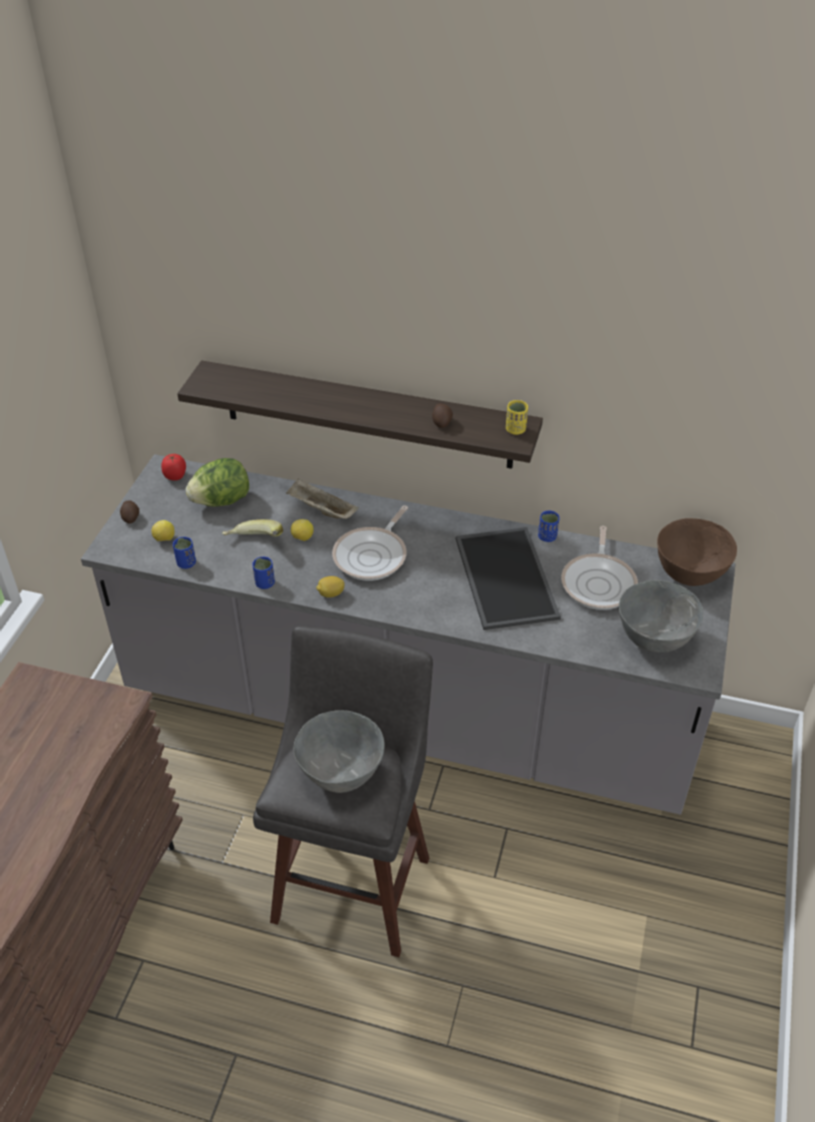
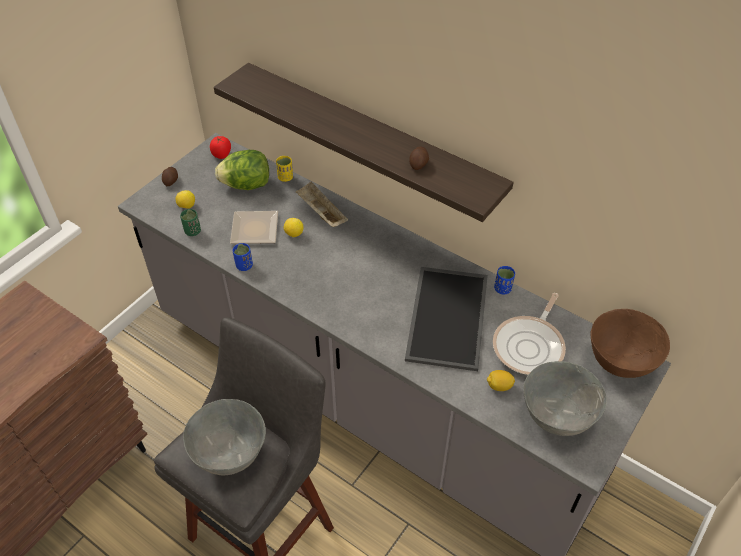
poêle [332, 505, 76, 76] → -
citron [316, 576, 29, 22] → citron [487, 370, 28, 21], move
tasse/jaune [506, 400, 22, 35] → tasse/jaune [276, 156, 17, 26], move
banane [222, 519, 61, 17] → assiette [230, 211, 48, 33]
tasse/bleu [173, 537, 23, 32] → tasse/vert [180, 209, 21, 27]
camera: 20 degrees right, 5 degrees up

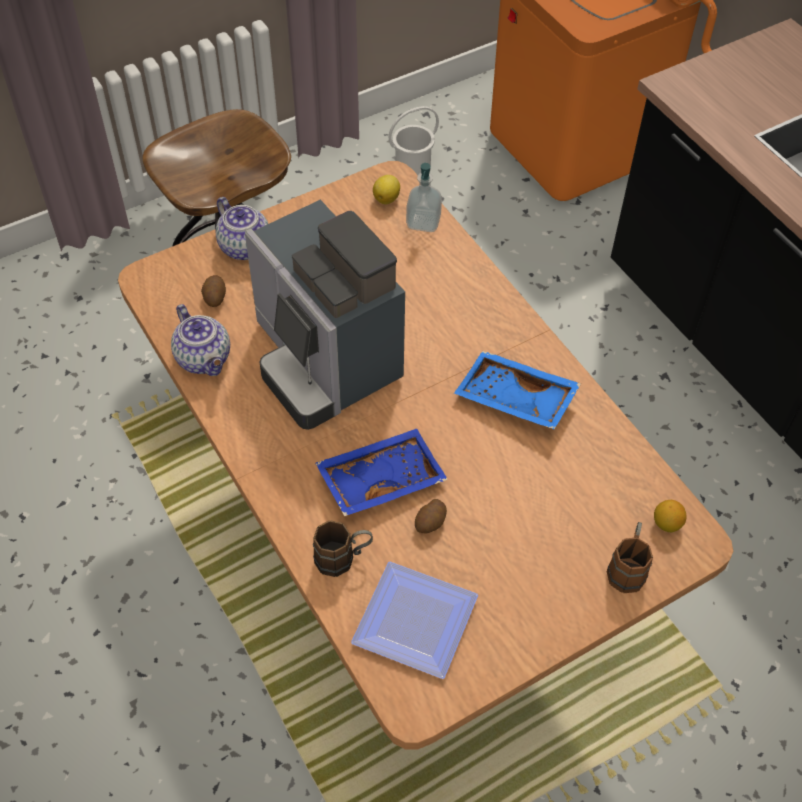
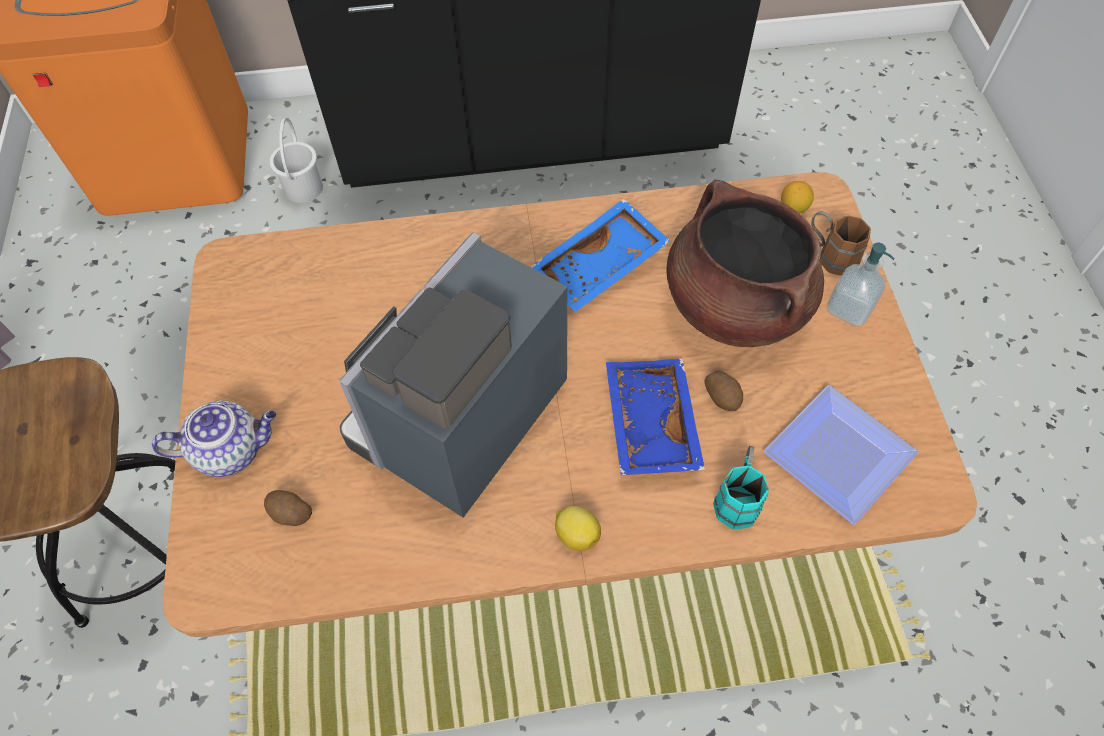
théière [171, 304, 59, 72] → -
- → marmite/marron [666, 179, 158, 168]
citron [373, 175, 27, 29] → citron [555, 506, 46, 45], move
seau/blanc [389, 106, 50, 69] → seau/blanc [270, 118, 53, 85], move
distributeur de savon [406, 163, 36, 69] → distributeur de savon [827, 243, 68, 83], move
mug/marron [313, 520, 60, 57] → mug/turquoise [713, 446, 56, 84]
machine à café [245, 199, 160, 231] → machine à café [339, 232, 229, 286], 135 degrees clockwise
camera: 65 degrees left, 5 degrees up

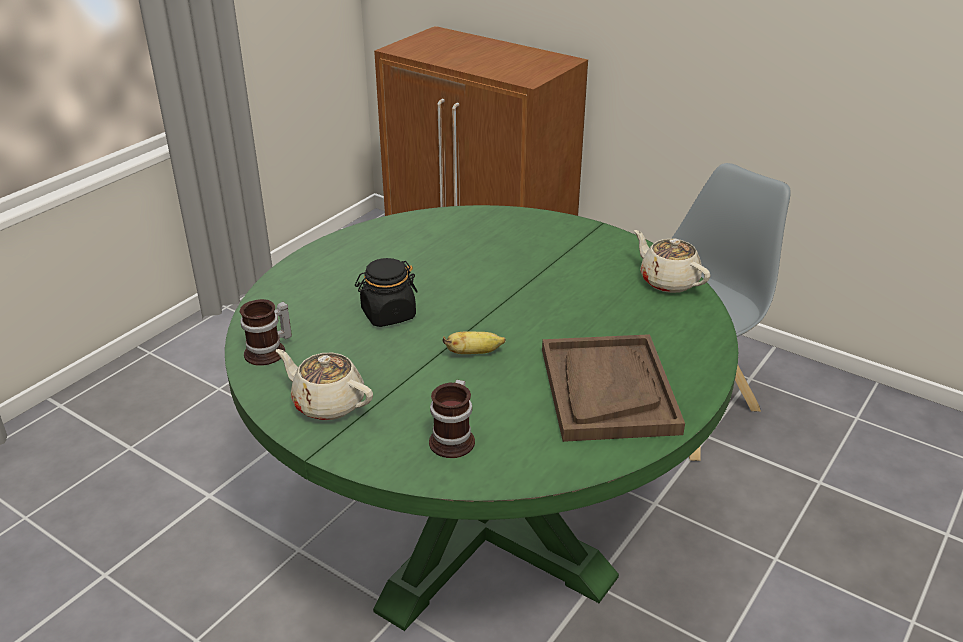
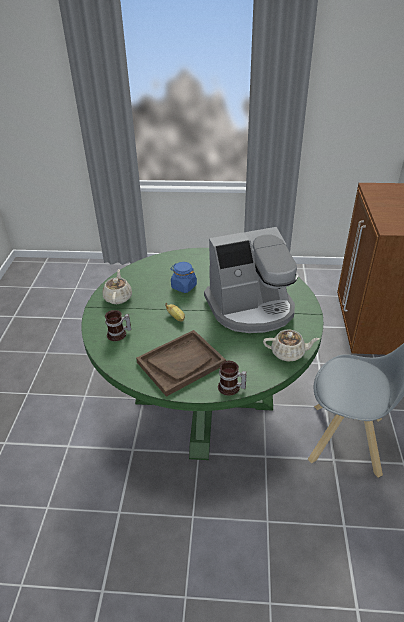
- → machine à café [204, 227, 94, 106]
mug [240, 299, 52, 67] → mug [218, 360, 29, 36], move
bocal/noir [355, 258, 63, 69] → bocal/bleu [171, 262, 26, 31]
théière/beige [634, 230, 76, 63] → théière/beige [263, 329, 57, 33], 75 degrees clockwise
camera: 60 degrees right, 5 degrees up

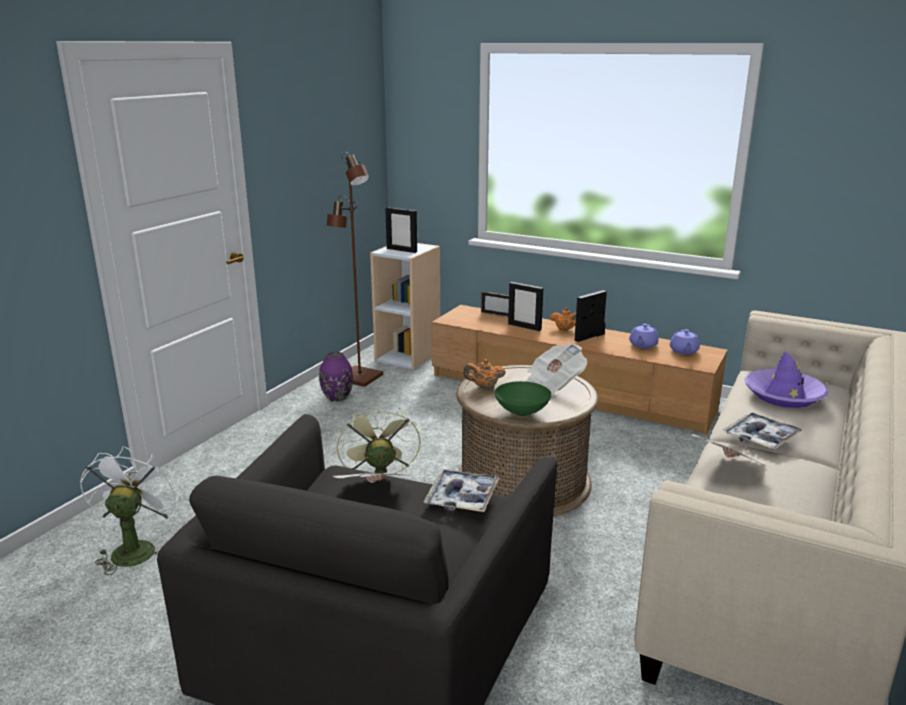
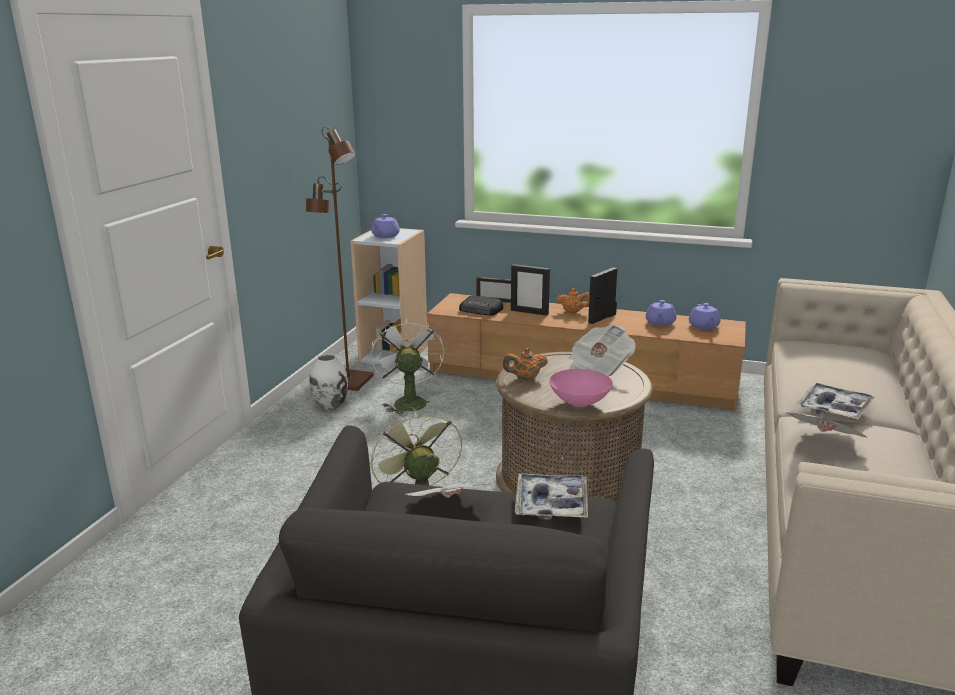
chapeau/violet [745, 351, 84, 57] → -
- → radio [459, 295, 44, 21]
ventilateur/blanc [80, 446, 100, 129] → ventilateur/blanc [371, 317, 73, 99], move
cadre photo [385, 207, 32, 46] → théière/violet [371, 214, 29, 24]
vase/violet [319, 352, 34, 50] → vase/blanc [309, 354, 39, 56]
bol/vert [494, 381, 58, 35] → bol/rose [549, 369, 64, 38]
camera: 10 degrees left, 0 degrees up

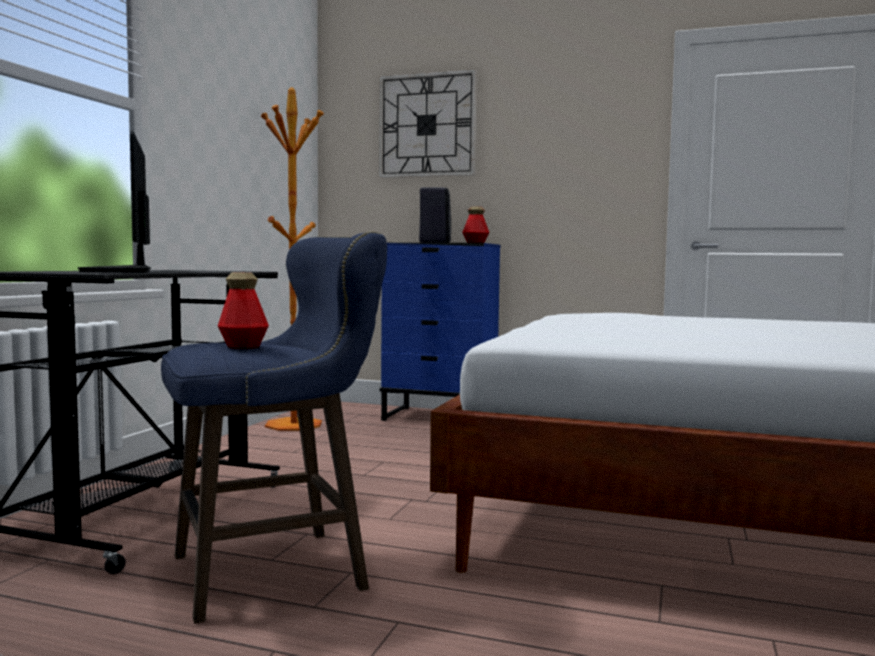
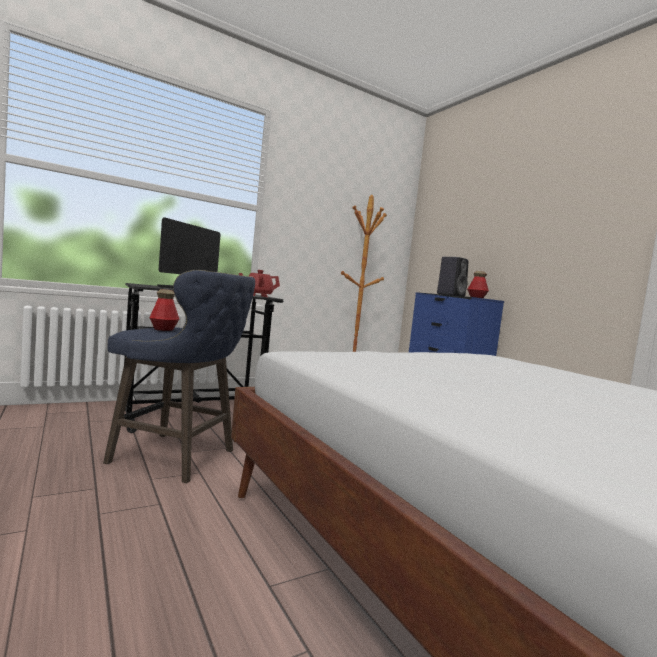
horloge murale [379, 69, 98, 109] → -
- → théière/rouge [239, 270, 41, 27]
camera: 40 degrees right, 0 degrees up

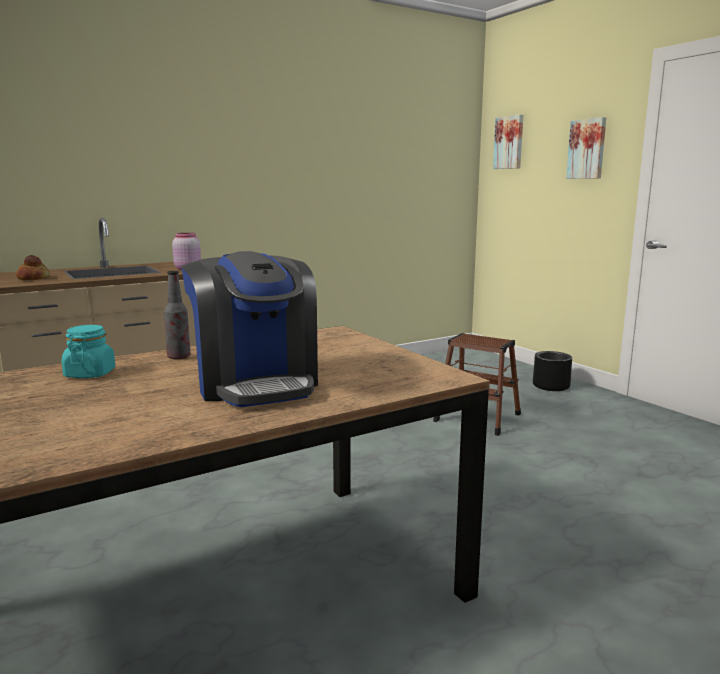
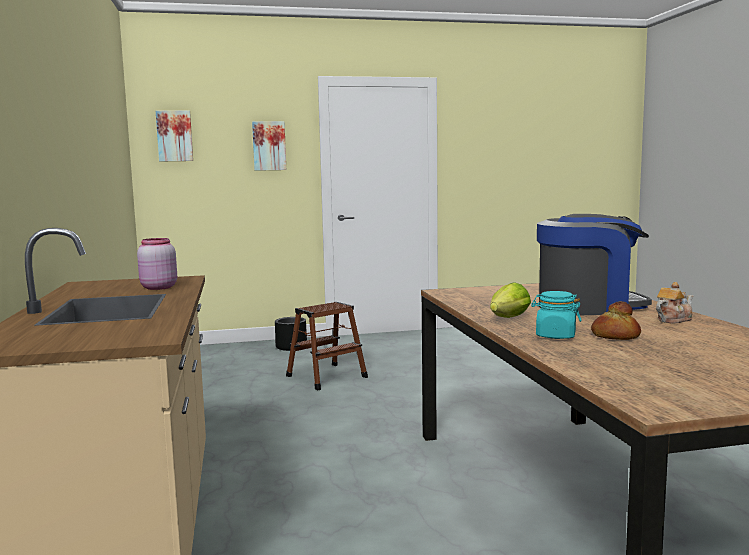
- → théière [656, 282, 37, 41]
pain [16, 255, 34, 25] → pain [591, 301, 50, 39], move
bouteille [164, 271, 27, 88] → laitue [490, 283, 41, 35]
camera: 70 degrees left, 5 degrees down

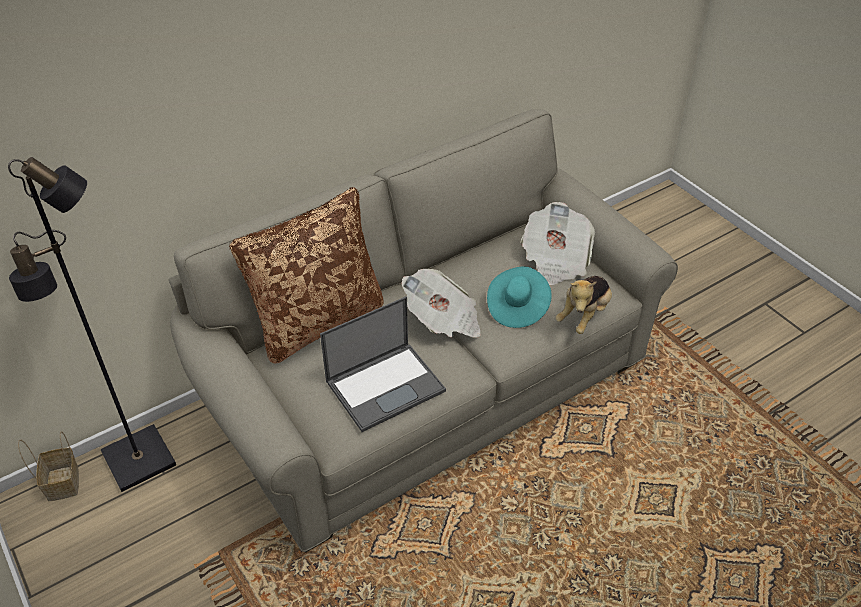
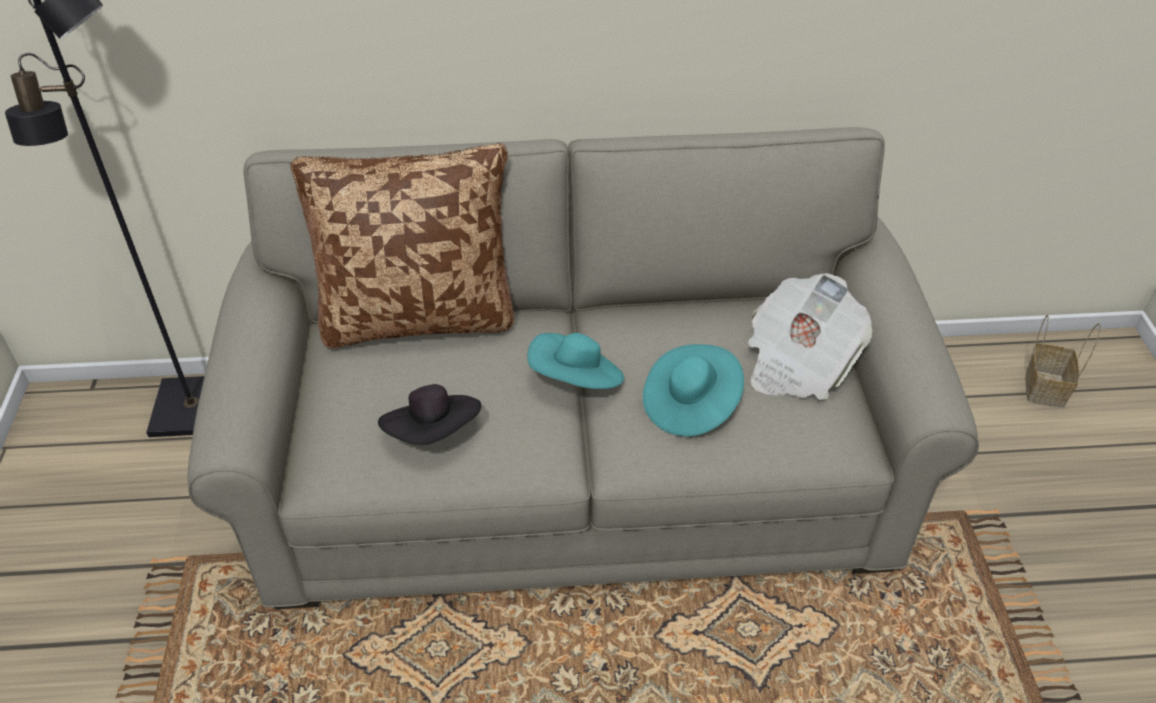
peluche [555, 276, 57, 58] → -
panier [18, 431, 61, 70] → panier [1025, 314, 76, 94], move
ordinateur portable [320, 296, 126, 136] → chapeau/noir [378, 384, 104, 61]
journal [402, 269, 79, 69] → chapeau/turquoise [527, 333, 97, 56]
camera: 30 degrees right, 0 degrees up

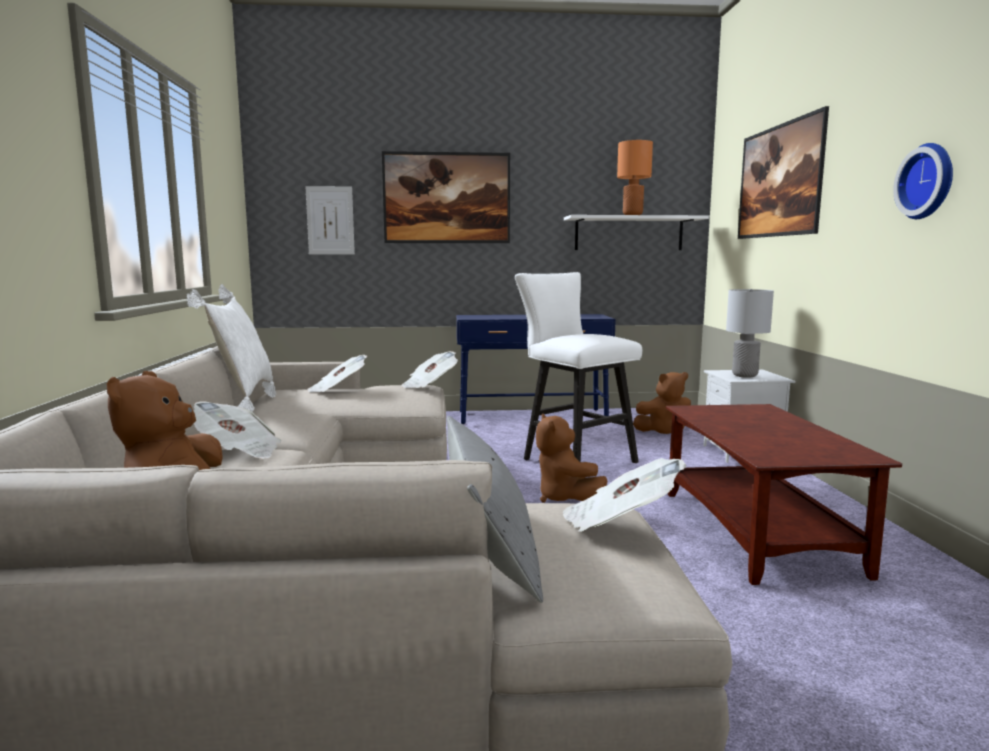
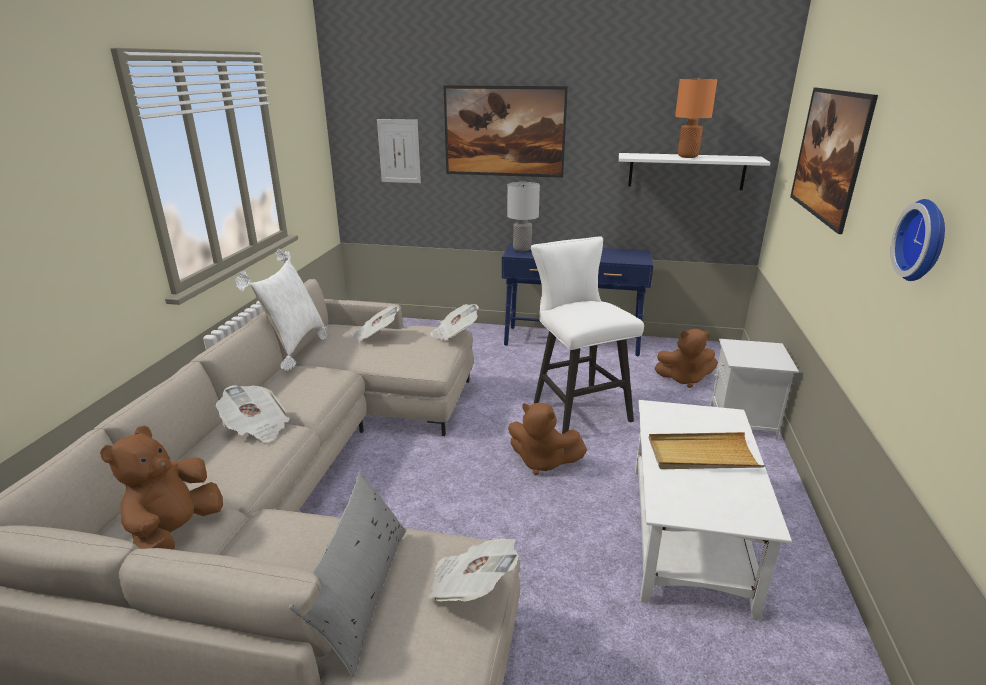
- → plateau/beige [649, 432, 116, 37]
lampe de table/gris [726, 289, 48, 89] → lampe de table/gris [507, 182, 33, 70], move
table basse/marron [666, 404, 236, 181] → table basse/blanc [635, 400, 157, 220]
peluche/marron [536, 413, 71, 90] → peluche/marron [508, 403, 79, 72], 60 degrees counterclockwise
camera: 15 degrees right, 15 degrees up

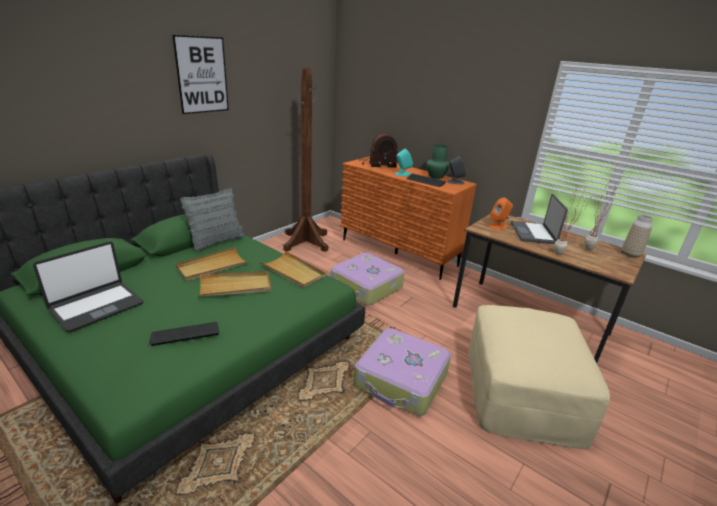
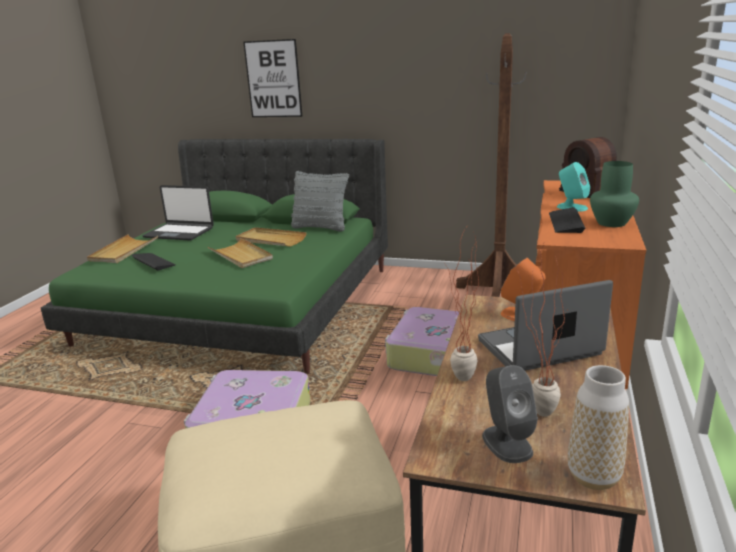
tableau [172, 35, 57, 79] → tableau [243, 39, 59, 78], move
plateau/beige [259, 251, 67, 37] → plateau/beige [87, 234, 71, 29], move
enceinte/gris [447, 156, 19, 28] → enceinte/gris [482, 365, 56, 98], move
camera: 70 degrees right, 5 degrees down

